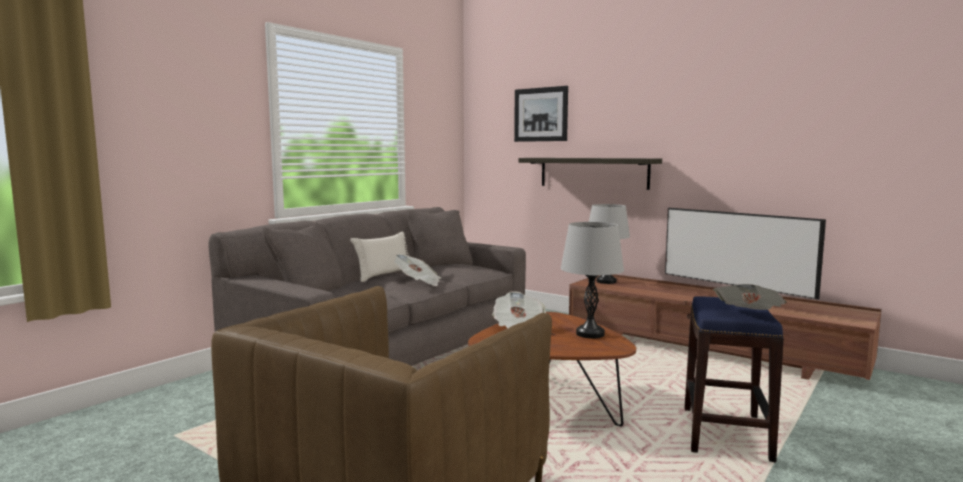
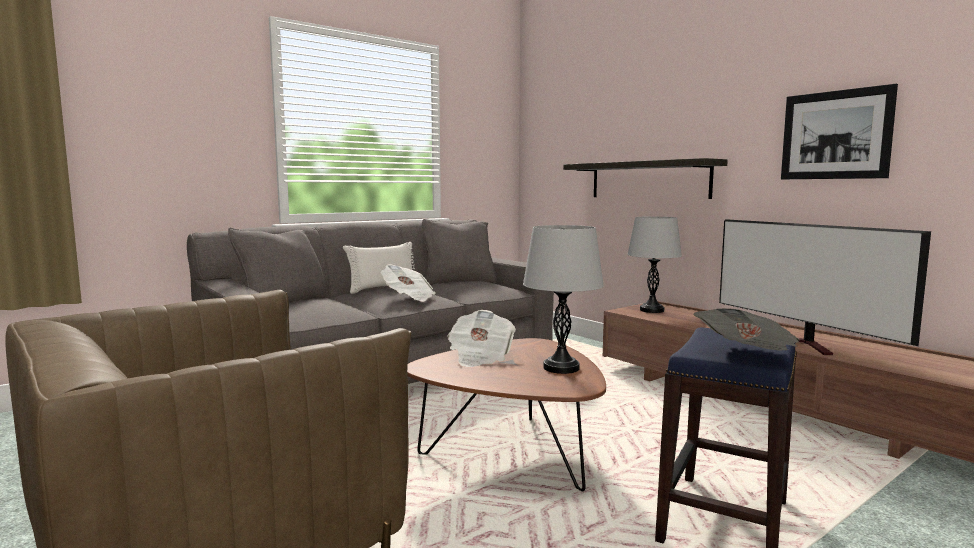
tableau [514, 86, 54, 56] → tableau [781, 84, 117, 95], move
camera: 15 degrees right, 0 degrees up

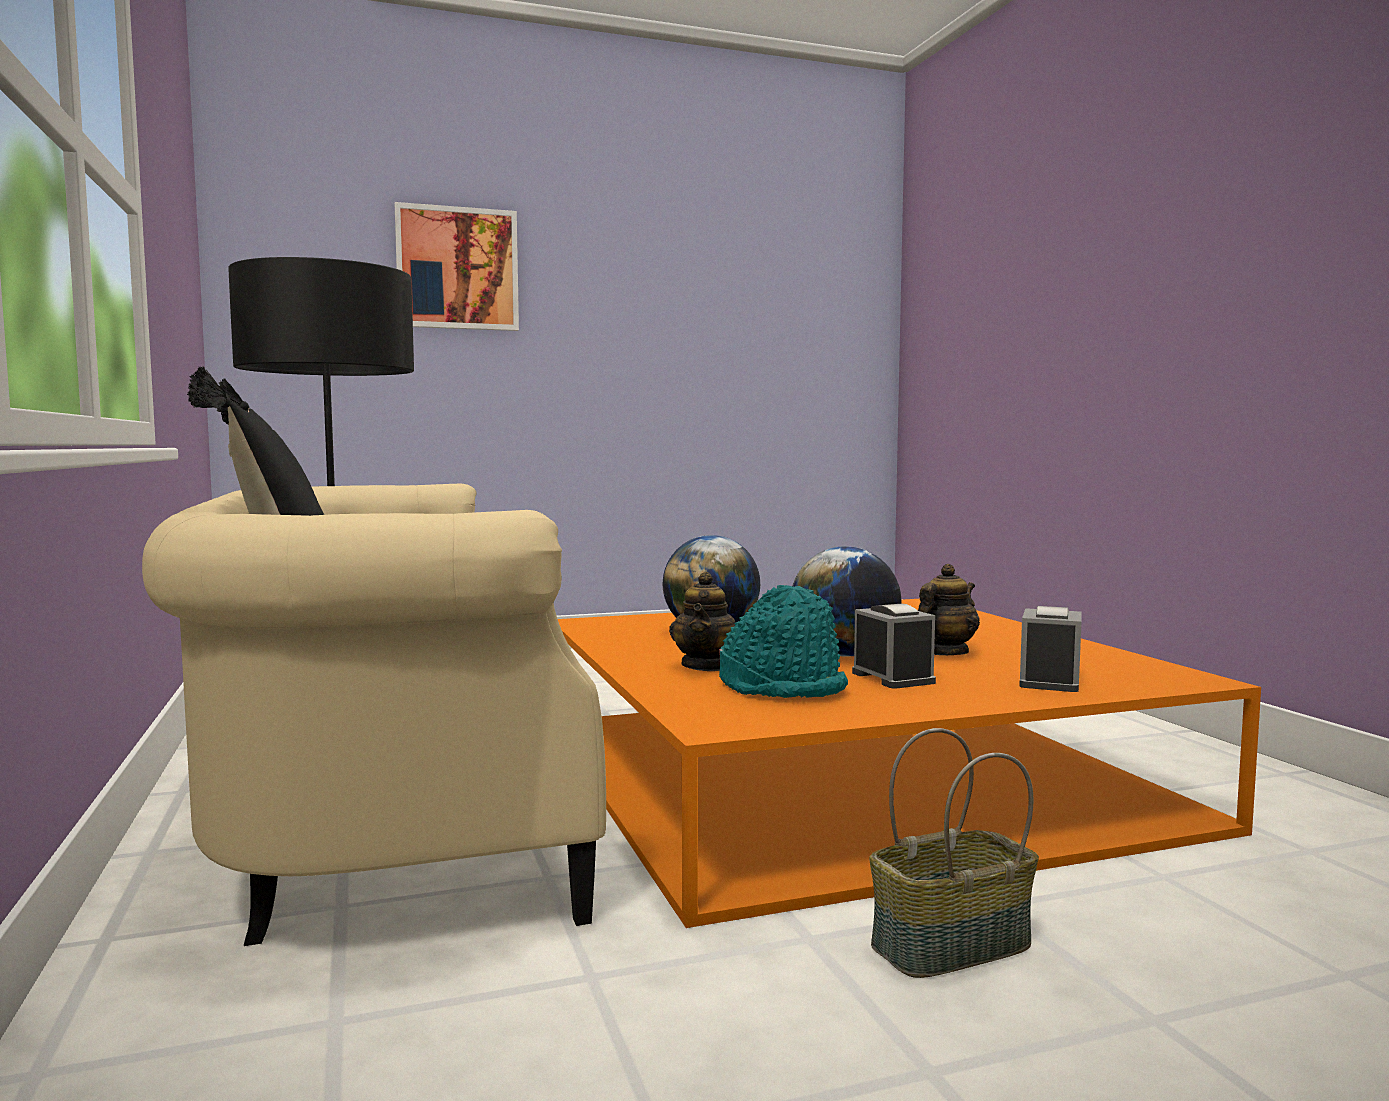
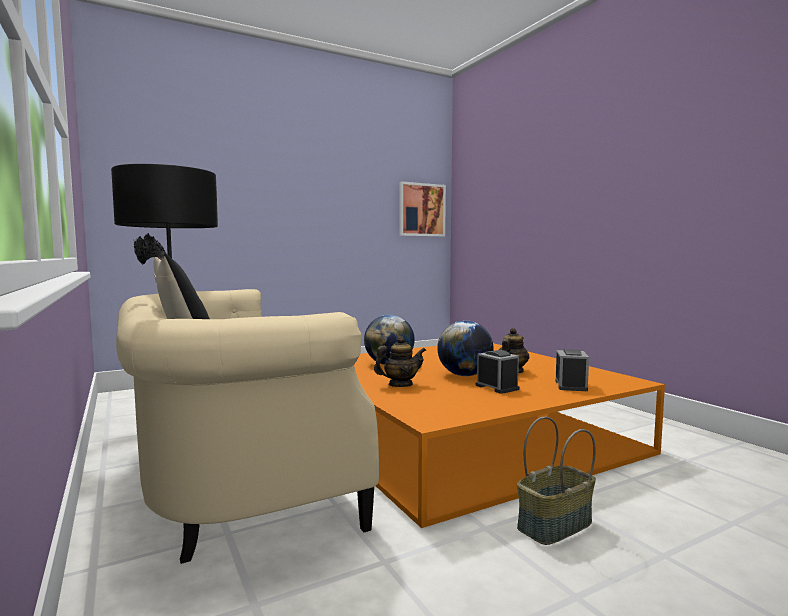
chapeau/turquoise [719, 585, 129, 113] → -
tableau [395, 202, 124, 129] → tableau [399, 181, 47, 56], move
théière [669, 572, 67, 99] → théière [374, 336, 52, 51], 105 degrees counterclockwise
camera: 10 degrees left, 0 degrees up

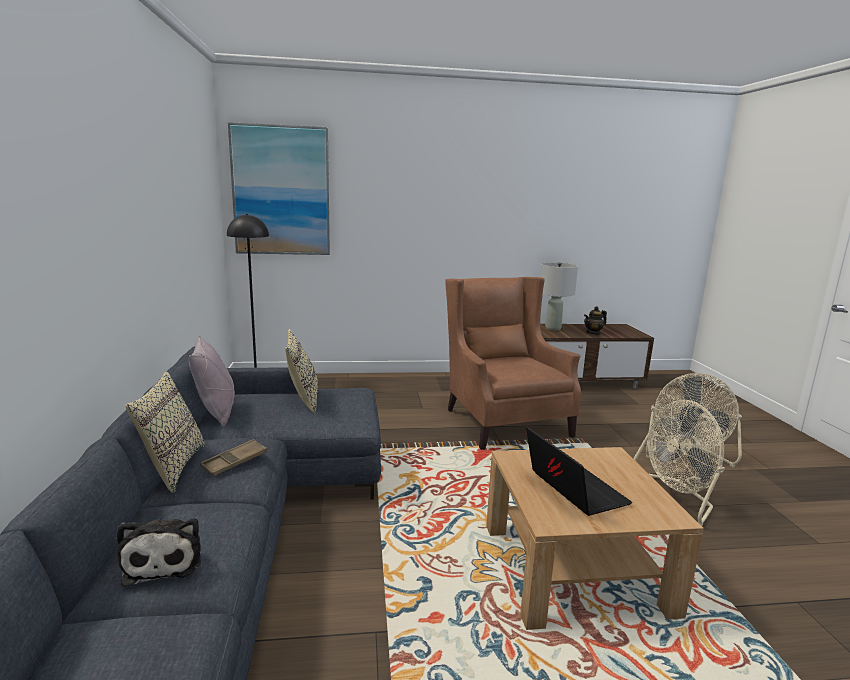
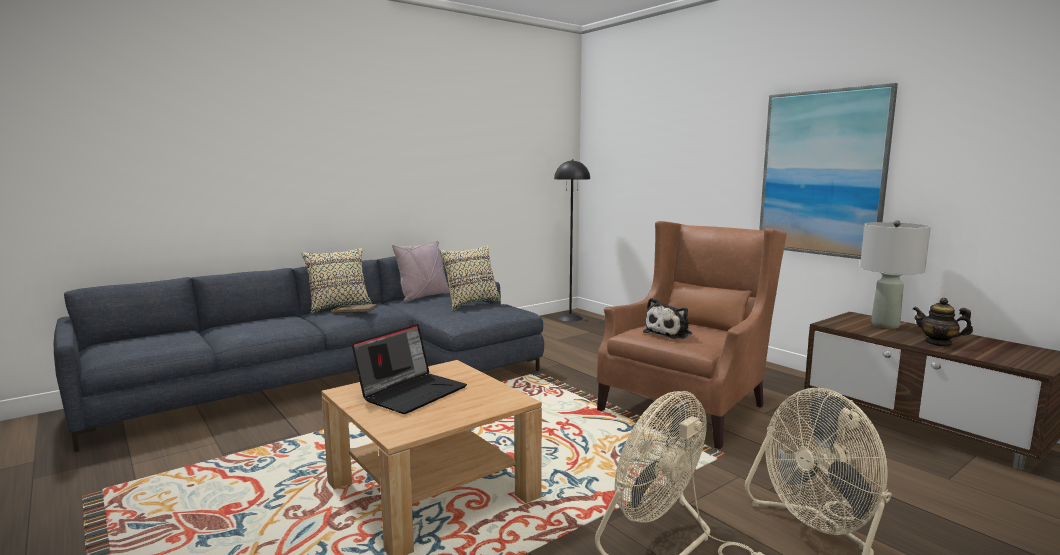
peluche [117, 518, 85, 69] → peluche [643, 298, 49, 41], move
tableau [228, 122, 102, 133] → tableau [759, 83, 139, 176], move
camera: 60 degrees right, 5 degrees down

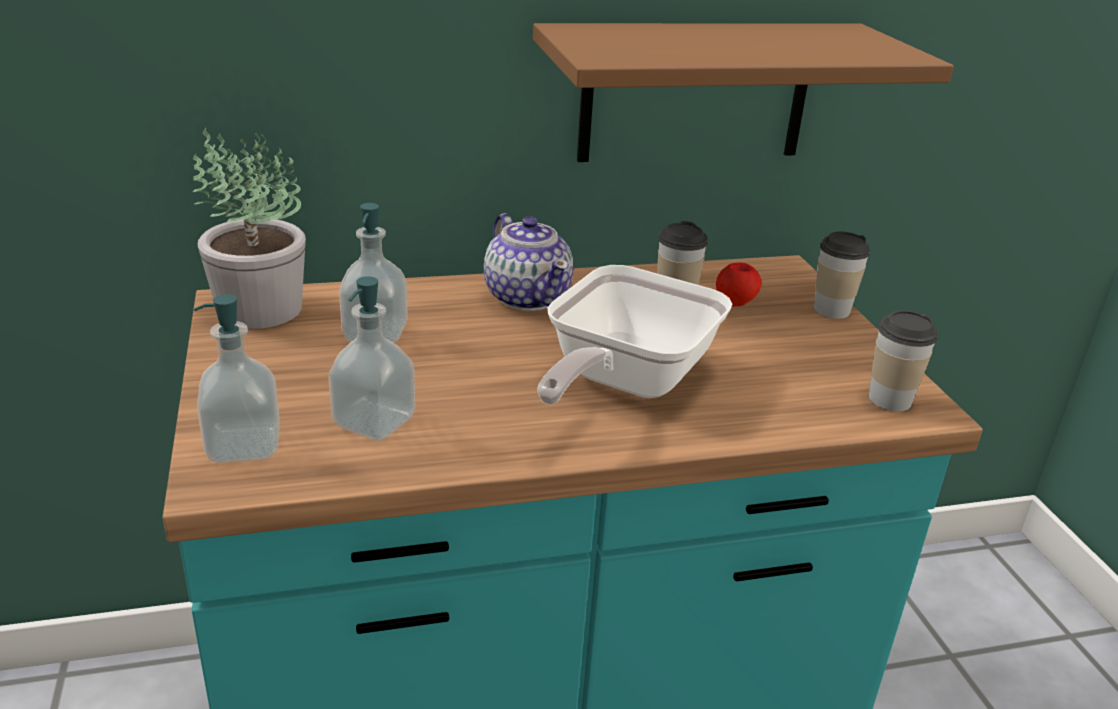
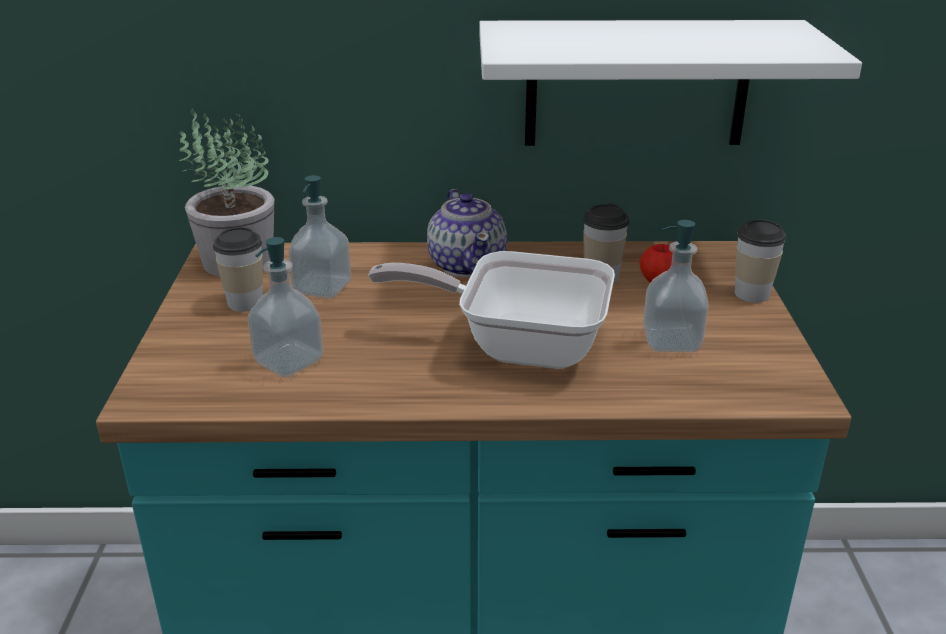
distributeur de savon [194, 294, 86, 169] → distributeur de savon [643, 220, 66, 132], move
tasse [869, 310, 69, 101] → tasse [213, 227, 50, 85], move
étagère/marron [533, 23, 421, 139] → étagère/blanc [479, 20, 383, 126]
poêle [537, 265, 196, 140] → poêle [368, 251, 247, 118], 60 degrees clockwise
camera: 15 degrees right, 0 degrees up

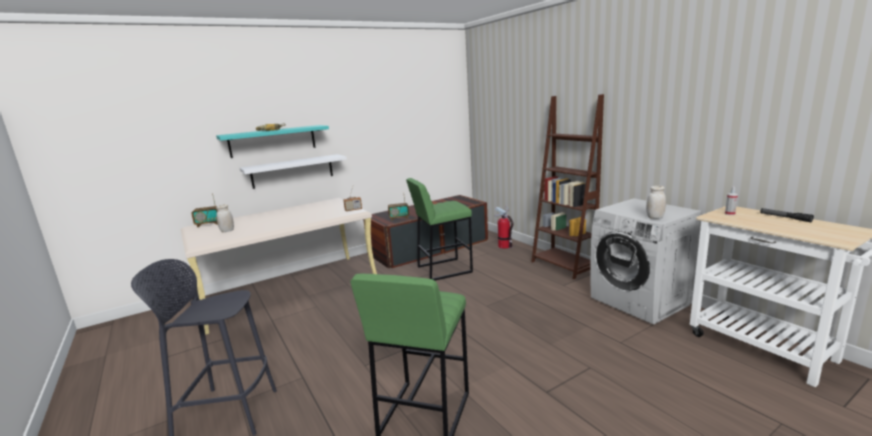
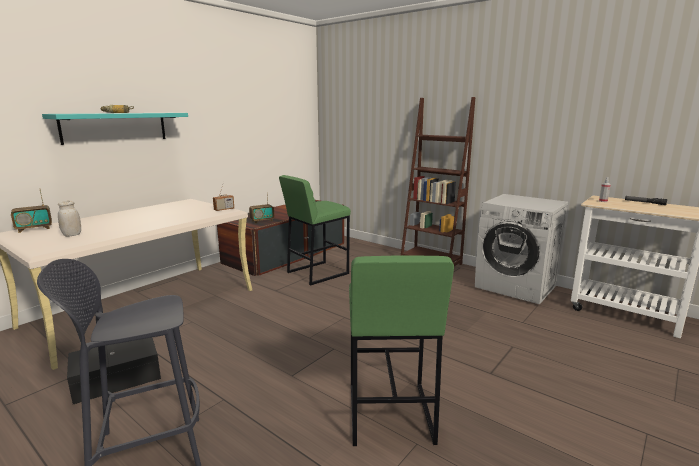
étagère/blanc [240, 154, 107, 35] → -
extincteur [494, 206, 20, 43] → -
bocal/blanc [646, 186, 20, 33] → -
- → boîte de rangement/noir [67, 338, 94, 66]
camera: 20 degrees left, 0 degrees up

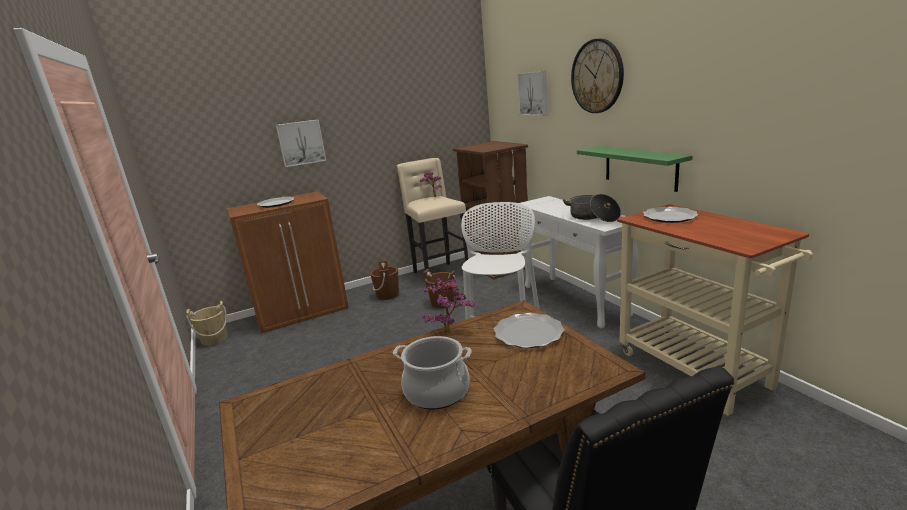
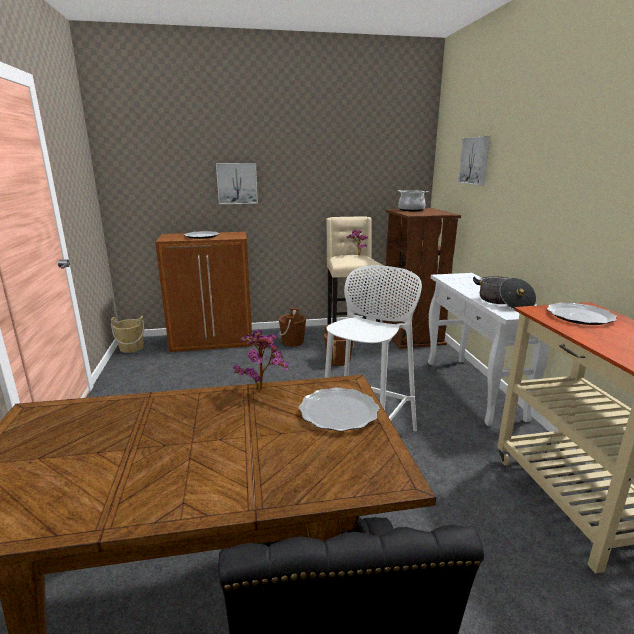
horloge murale [571, 38, 53, 75] → -
étagère/vert [577, 146, 116, 46] → -
marmite [393, 336, 79, 73] → marmite [398, 190, 30, 21], move
camera: 15 degrees right, 0 degrees up

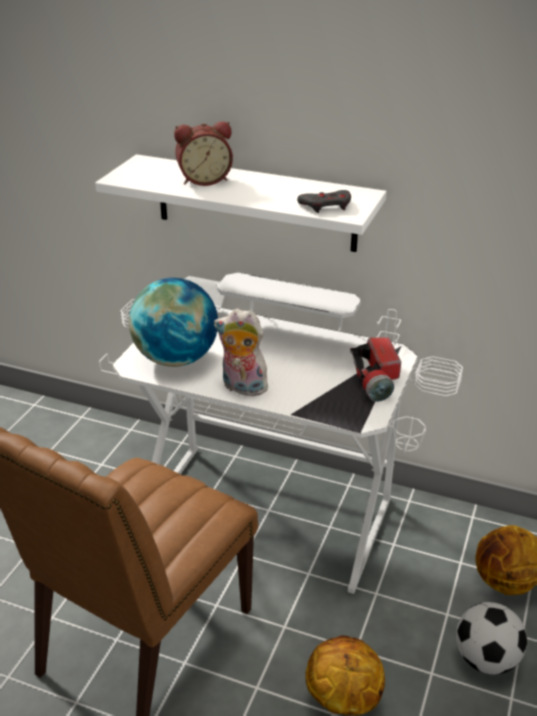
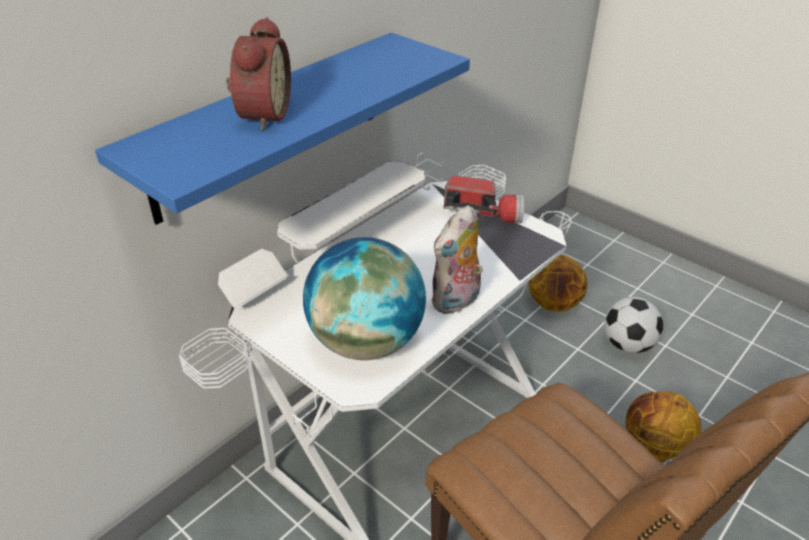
manette/gris [297, 190, 54, 23] → -
étagère/blanc [95, 154, 292, 98] → étagère/bleu [95, 32, 375, 193]
camera: 70 degrees left, 5 degrees up

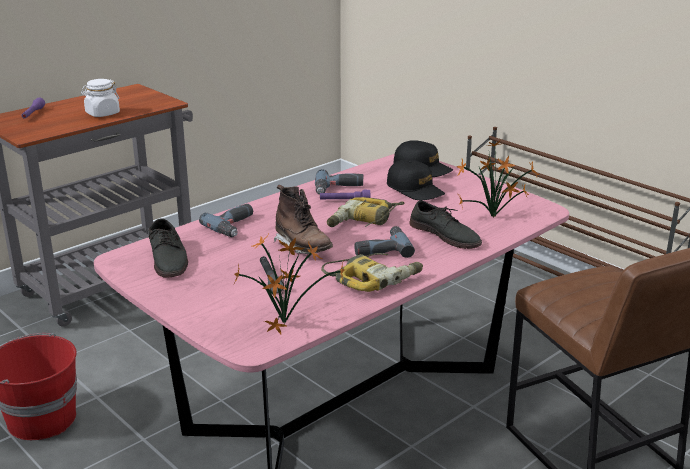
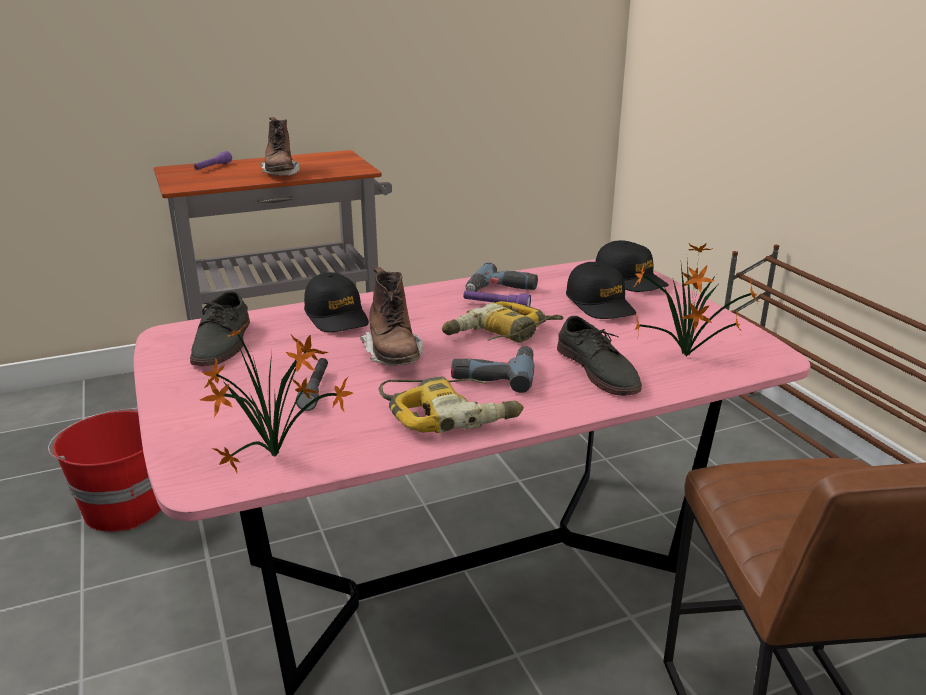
bocal/blanc [81, 79, 39, 38] → botte/marron [260, 117, 40, 59]
perceuse [199, 204, 54, 33] → casquette/noir [304, 272, 65, 60]
camera: 20 degrees right, 0 degrees up

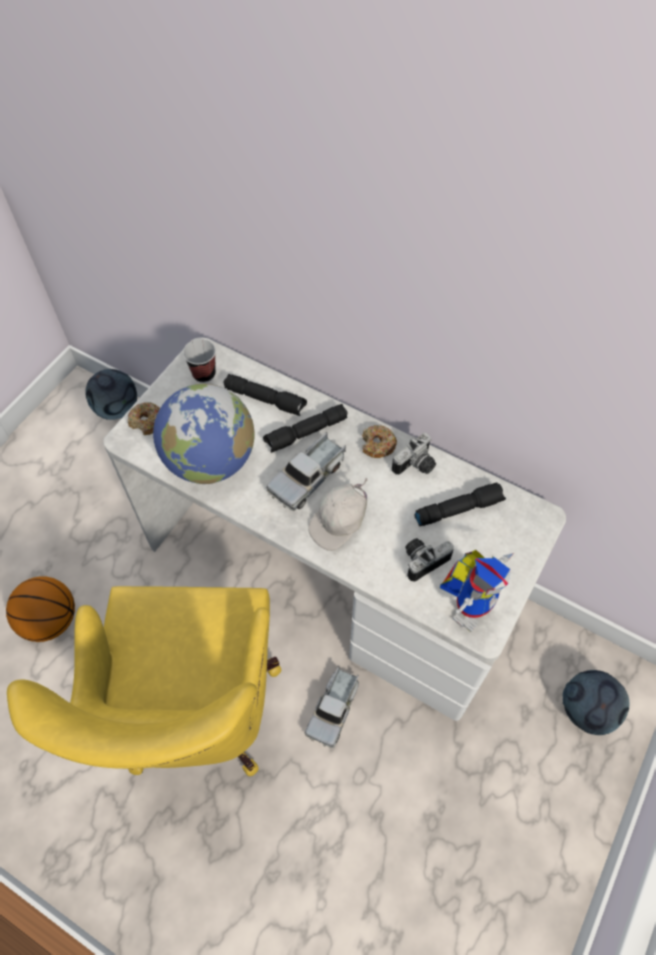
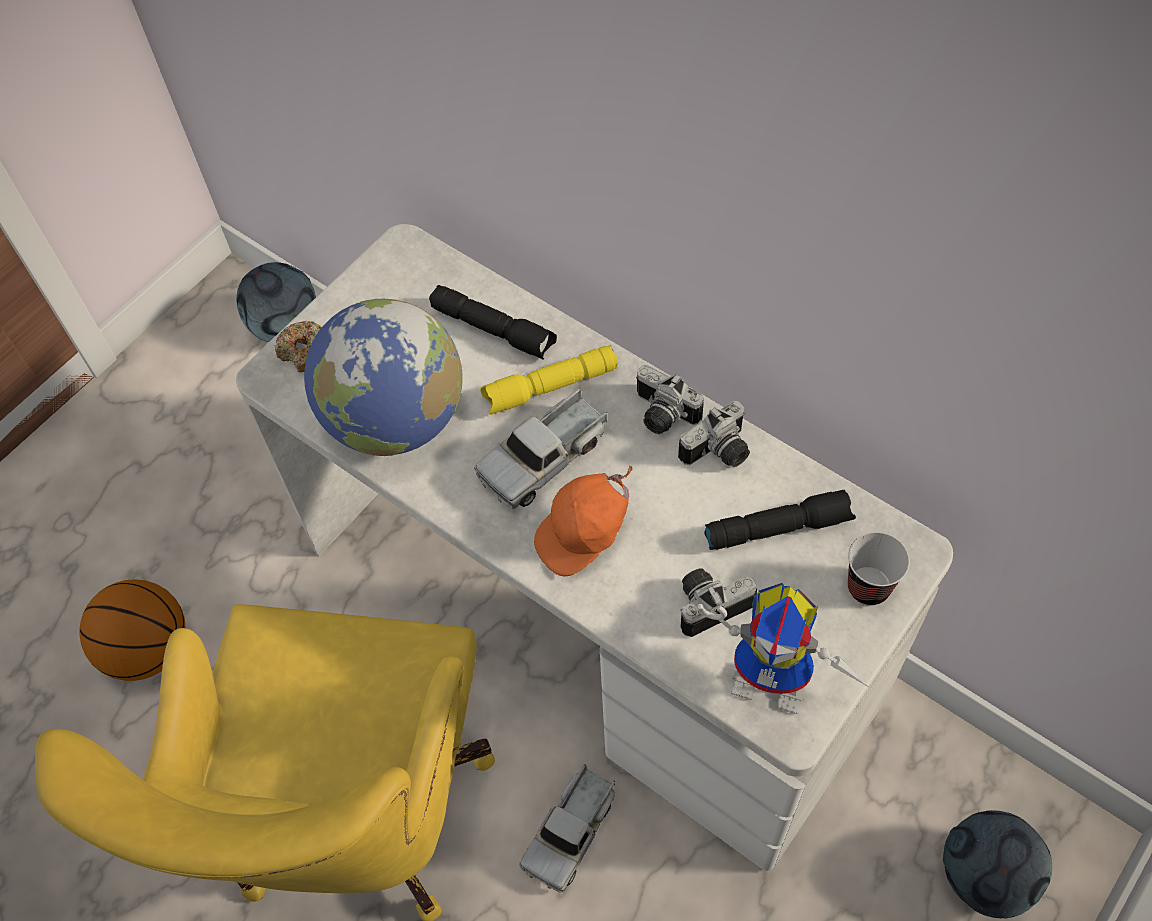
tasse [183, 339, 33, 44] → tasse [848, 532, 62, 74], move
beignet [362, 425, 35, 33] → appareil photo [636, 365, 68, 69]
lampe de poche/noir [263, 404, 84, 49] → lampe de poche/jaune [480, 345, 138, 70]
casquette/blanc [308, 478, 59, 73] → casquette/orange [534, 466, 99, 110]
robot jouet [440, 550, 74, 82] → robot jouet [697, 583, 173, 131], 60 degrees clockwise
camera: 10 degrees right, 0 degrees up

